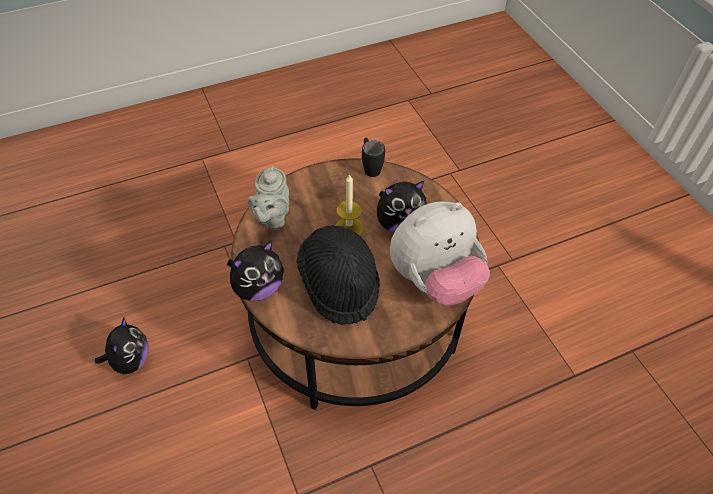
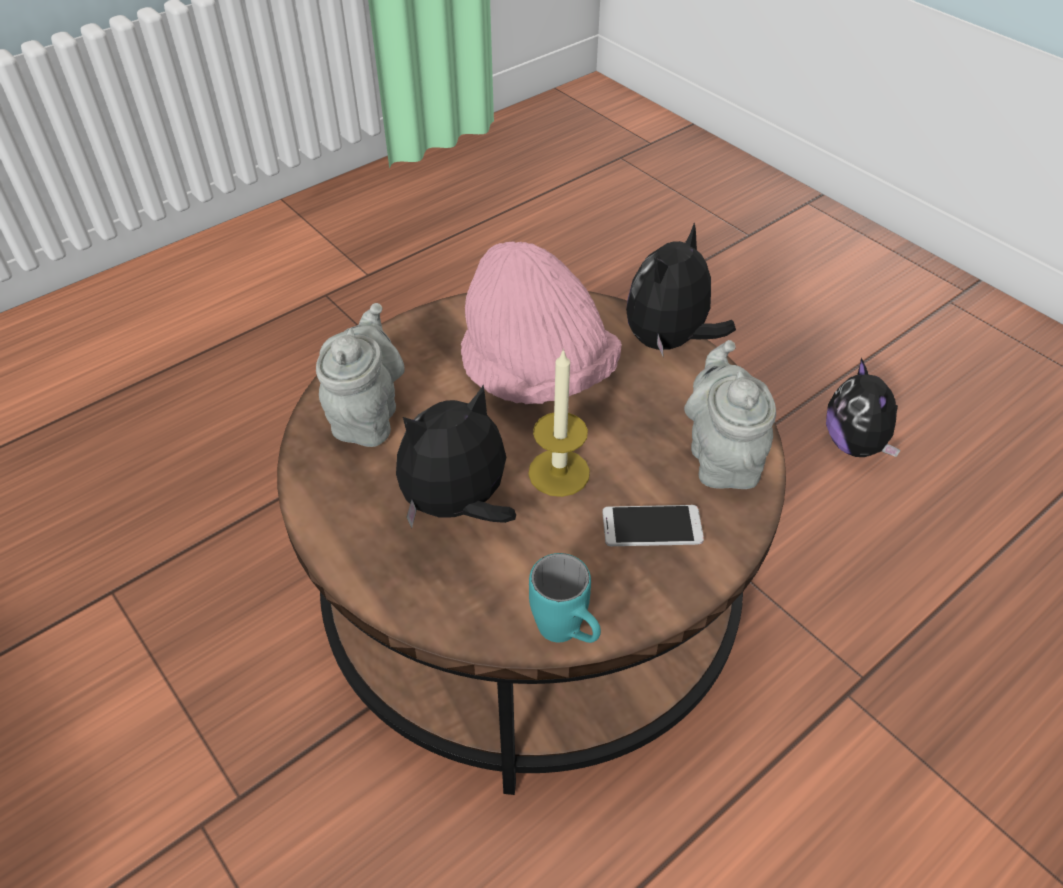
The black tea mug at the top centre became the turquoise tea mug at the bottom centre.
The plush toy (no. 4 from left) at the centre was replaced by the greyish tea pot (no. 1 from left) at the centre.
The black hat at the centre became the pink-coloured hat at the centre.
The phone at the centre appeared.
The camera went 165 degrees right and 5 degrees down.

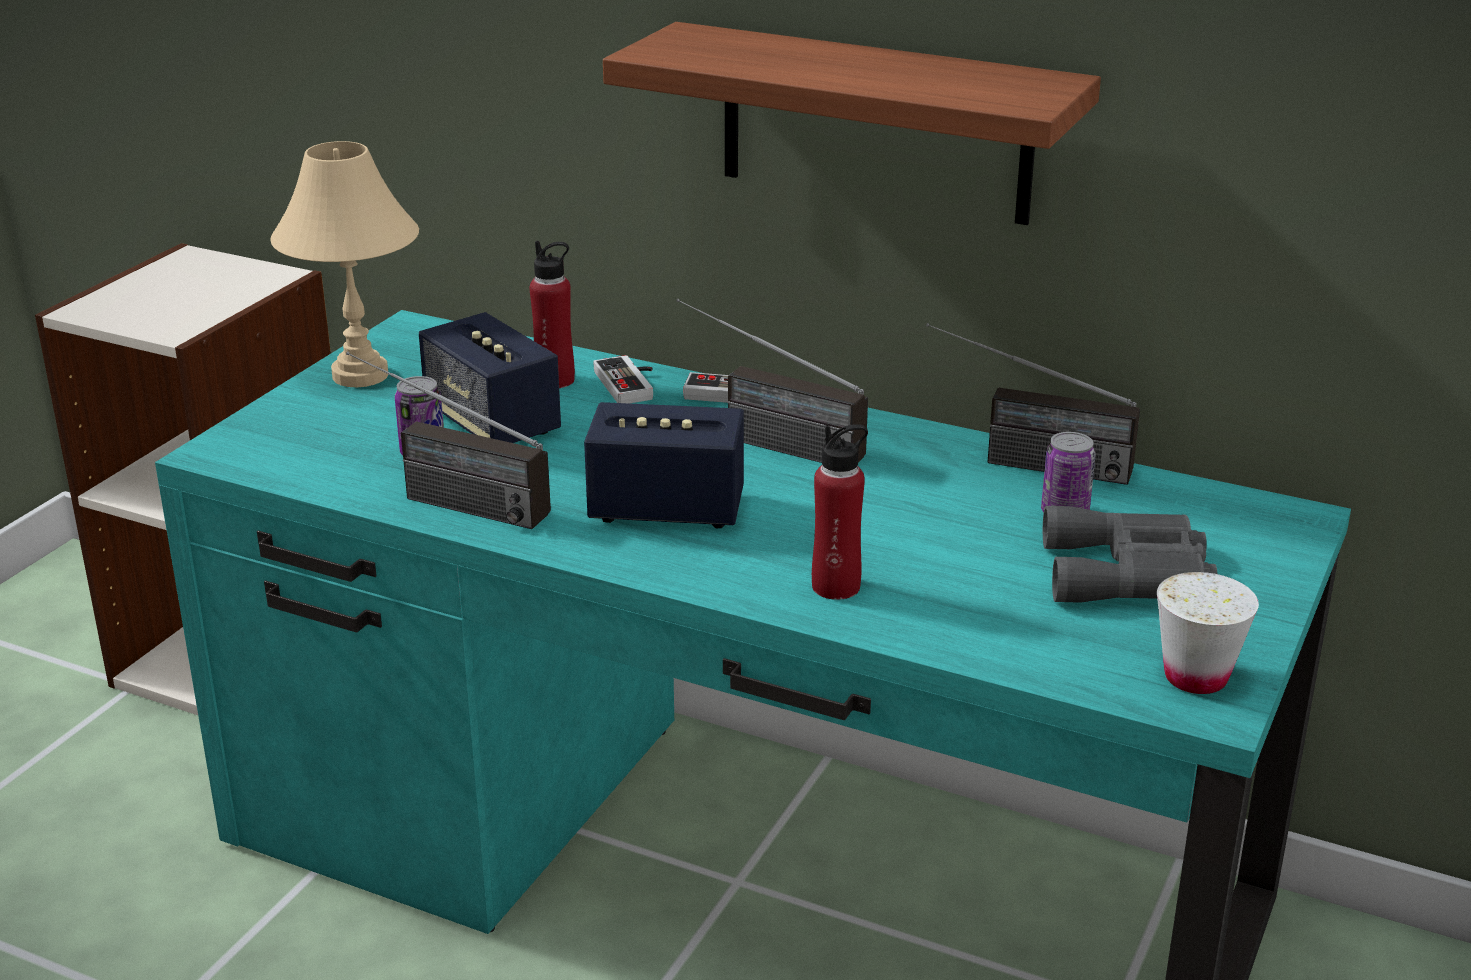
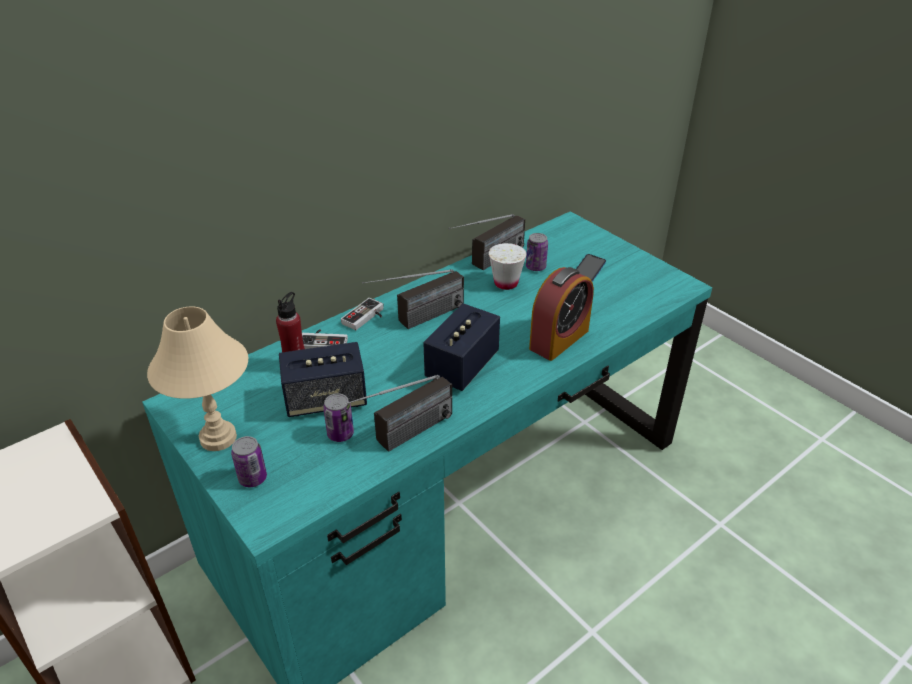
The bracket shelf at the top centre disappeared.
The red bottle (no. 2 from left) at the centre was replaced by the table clock at the centre.
The greyish field glasses at the middle right was replaced by the phone at the centre.
The whitish small cup moved from the middle right to the centre.
The sealed can (no. 1 from left) at the bottom left appeared.
The camera went 65 degrees left and 10 degrees up.

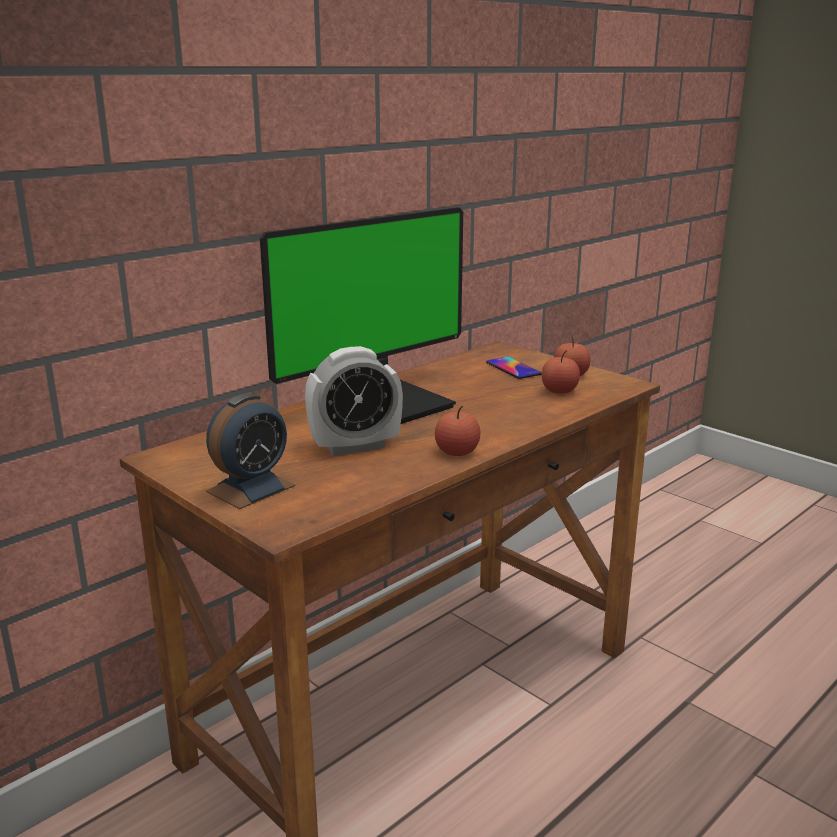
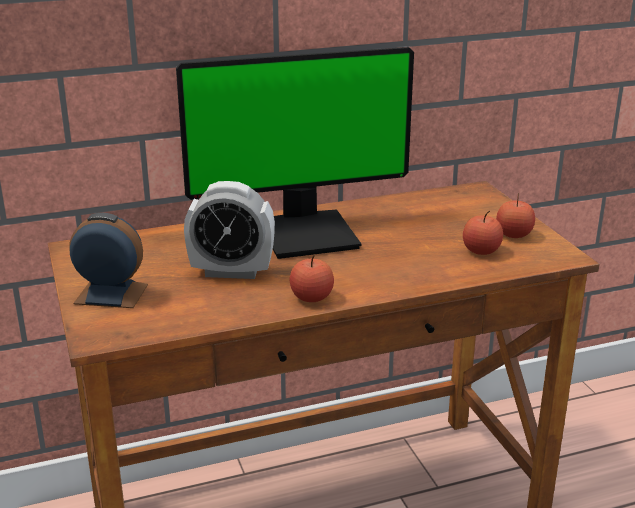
The phone at the centre disappeared.
The table clock (no. 1 from left) at the middle left turned 150 degrees counterclockwise.
The camera went 25 degrees right and 5 degrees up.

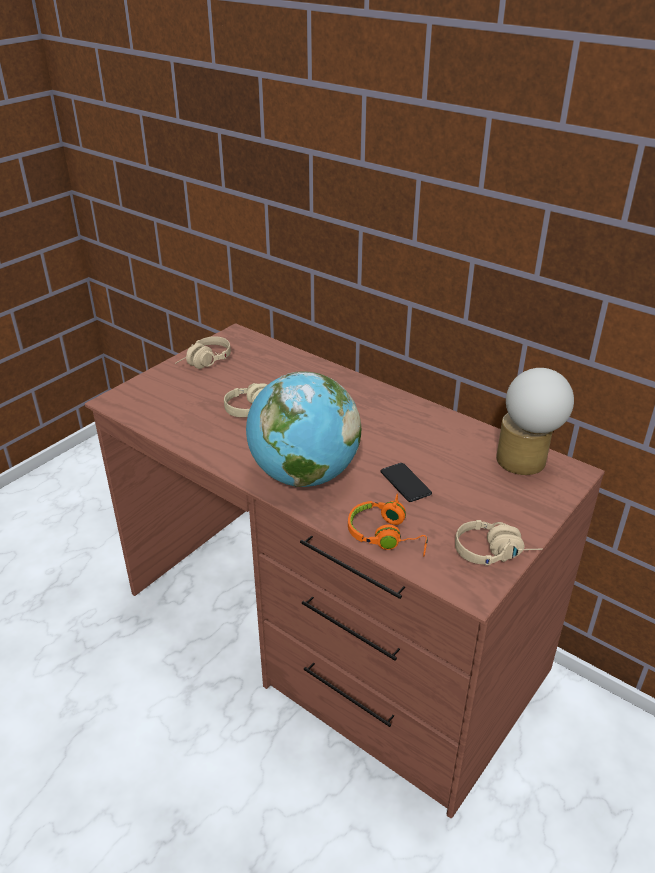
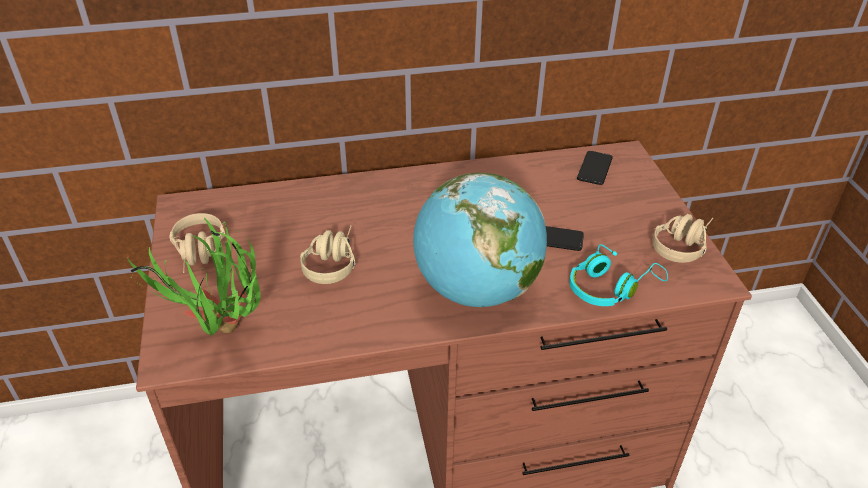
The table lamp at the middle right was replaced by the phone (no. 2 from left) at the middle right.
The orange headset at the centre became the turquoise headset at the middle right.
The plant in a pot at the middle left appeared.
The camera went 50 degrees left and 5 degrees up.

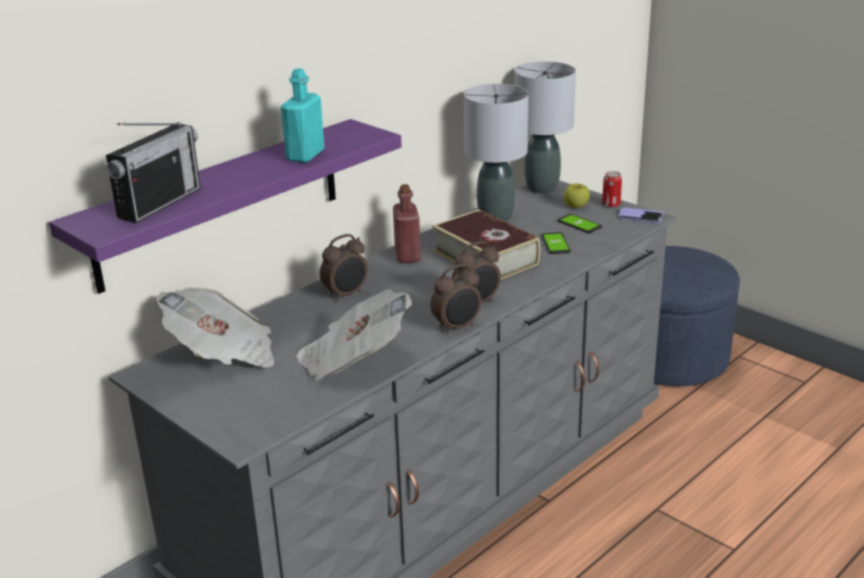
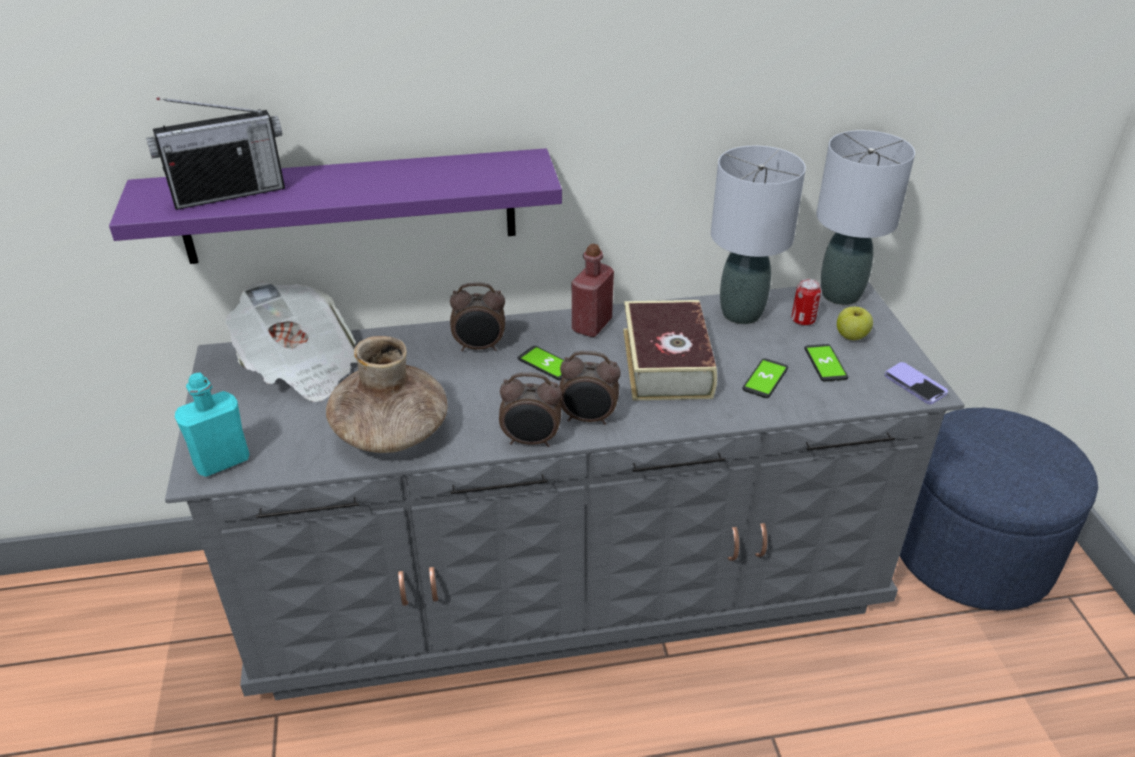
The turquoise bottle moved from the top centre to the middle left.
The sealed can moved from the top right to the middle right.
The printed paper (no. 2 from left) at the centre was replaced by the brownish vase at the centre.
The phone (no. 1 from left) at the centre appeared.
The camera went 35 degrees right and 10 degrees up.

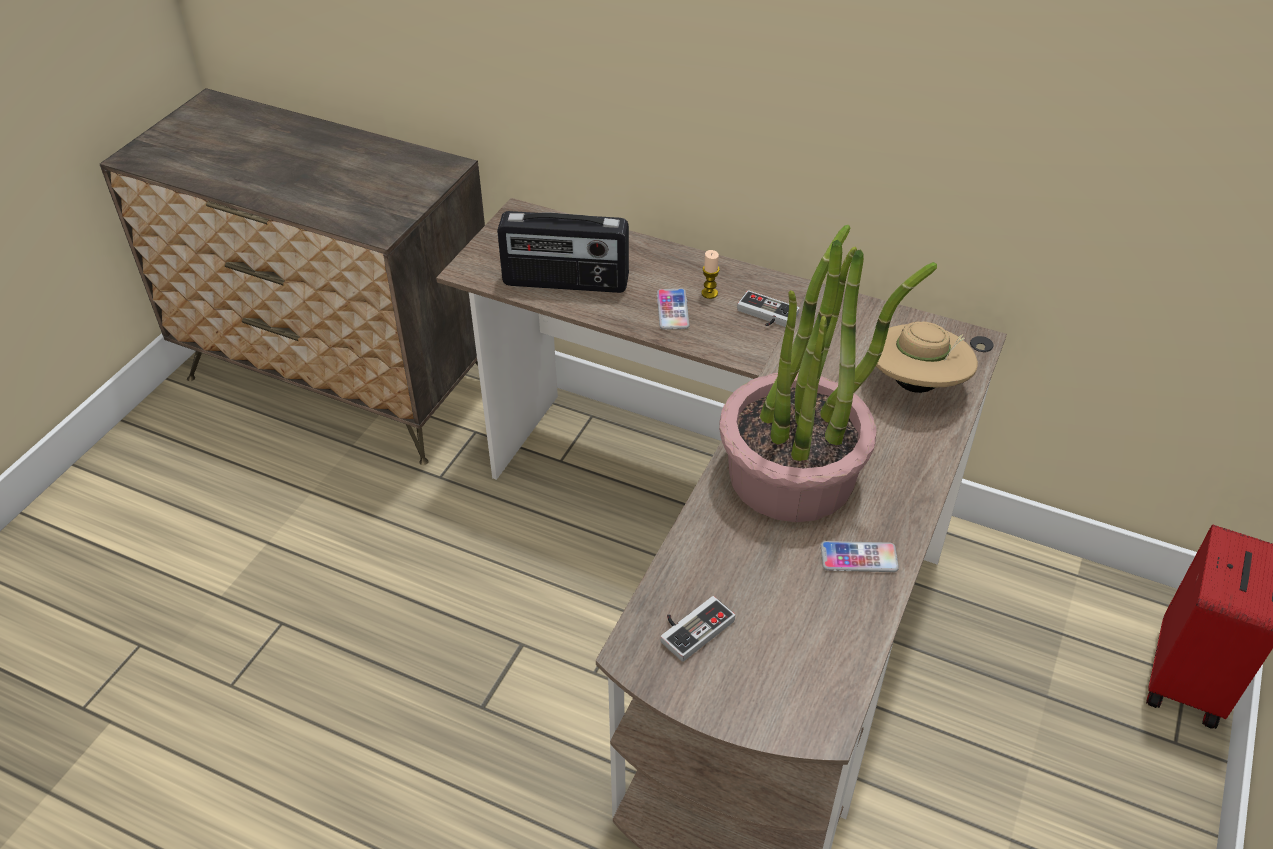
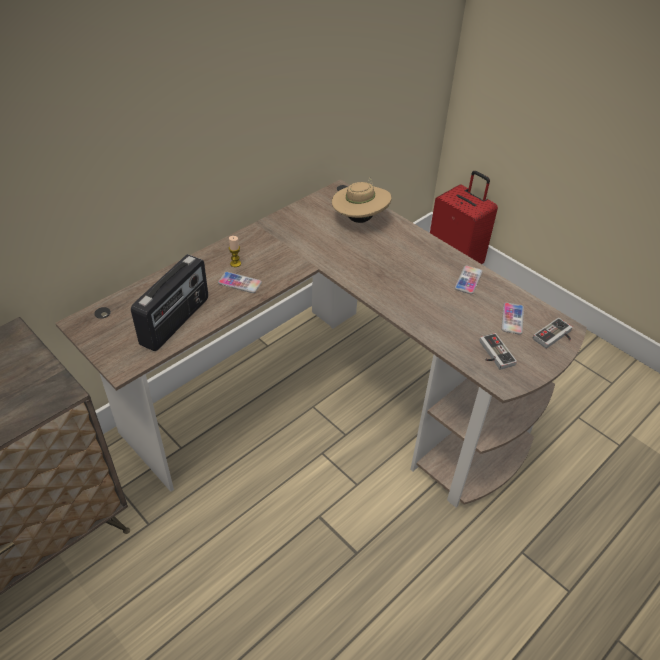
The plant in a pot at the centre disappeared.
The joypad (no. 2 from left) moved from the centre to the middle right.
The phone (no. 3 from left) at the middle right appeared.
The camera went 70 degrees left and 0 degrees up.

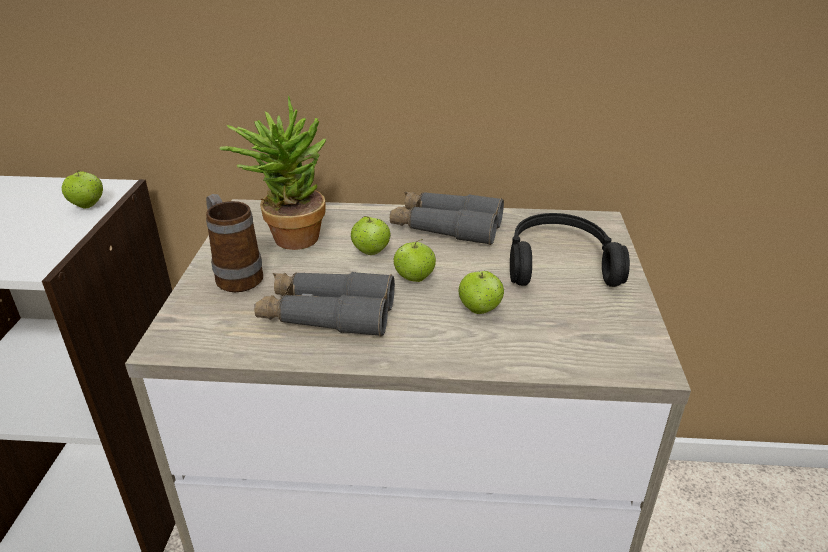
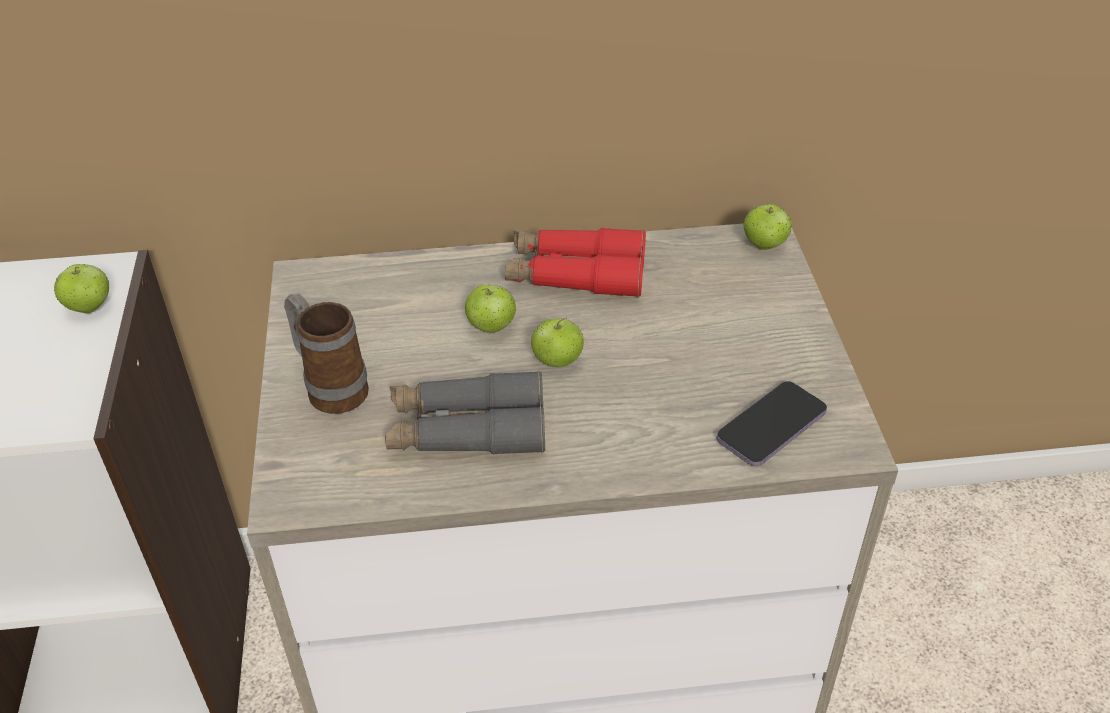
The plant in a pot at the top left disappeared.
The greyish field glasses (no. 2 from left) at the centre became the red field glasses at the centre.
The black headset at the middle right disappeared.
The apple fruit (no. 4 from left) moved from the centre to the top right.
The phone at the middle right appeared.
The camera went 10 degrees left and 10 degrees up.

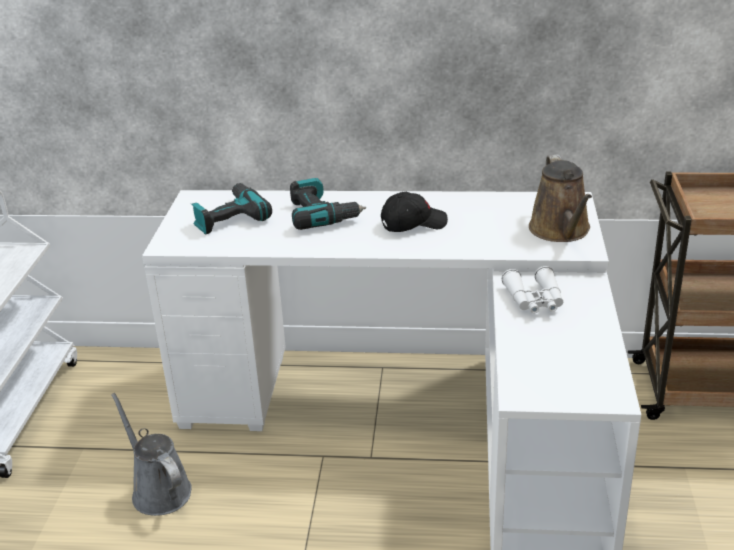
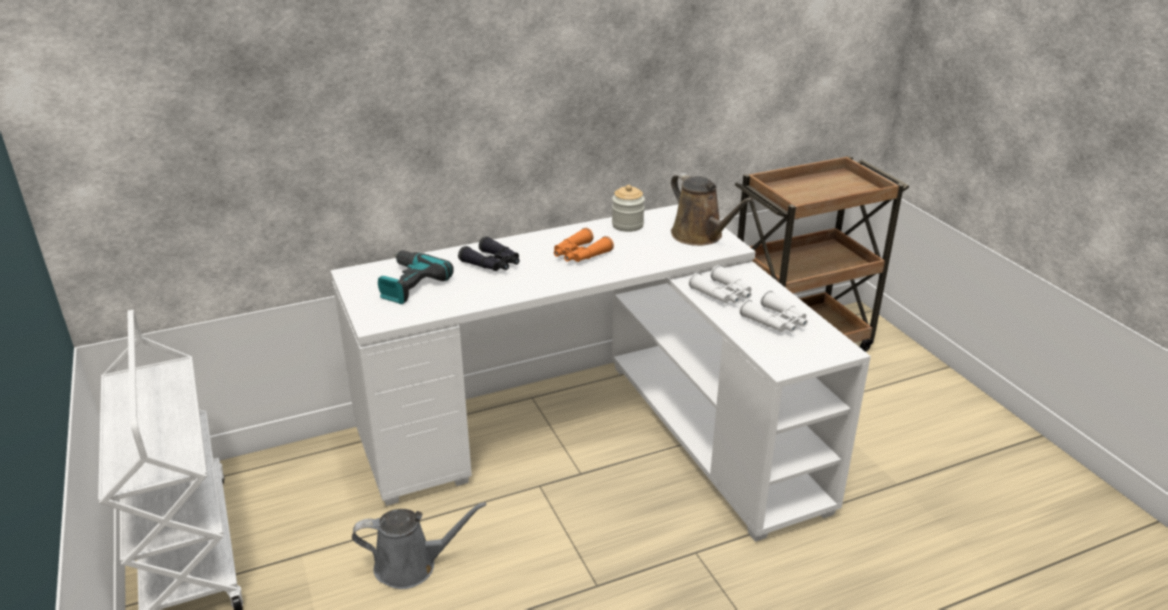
The drill (no. 2 from left) at the centre was replaced by the black field glasses at the centre.
The black cap at the centre was replaced by the orange field glasses at the centre.
The greyish watering can at the bottom left turned 150 degrees clockwise.
The jar at the centre appeared.
The whitish field glasses (no. 2 from left) at the centre appeared.
The camera went 30 degrees left and 0 degrees up.

